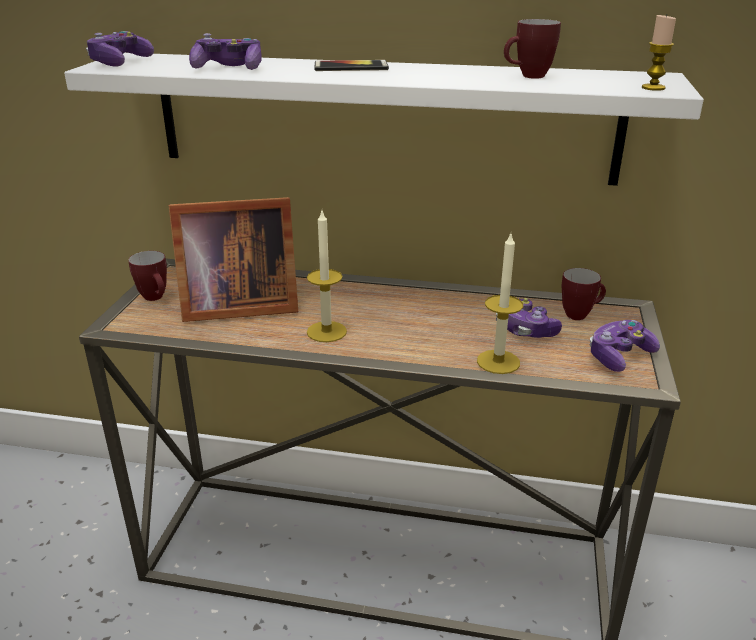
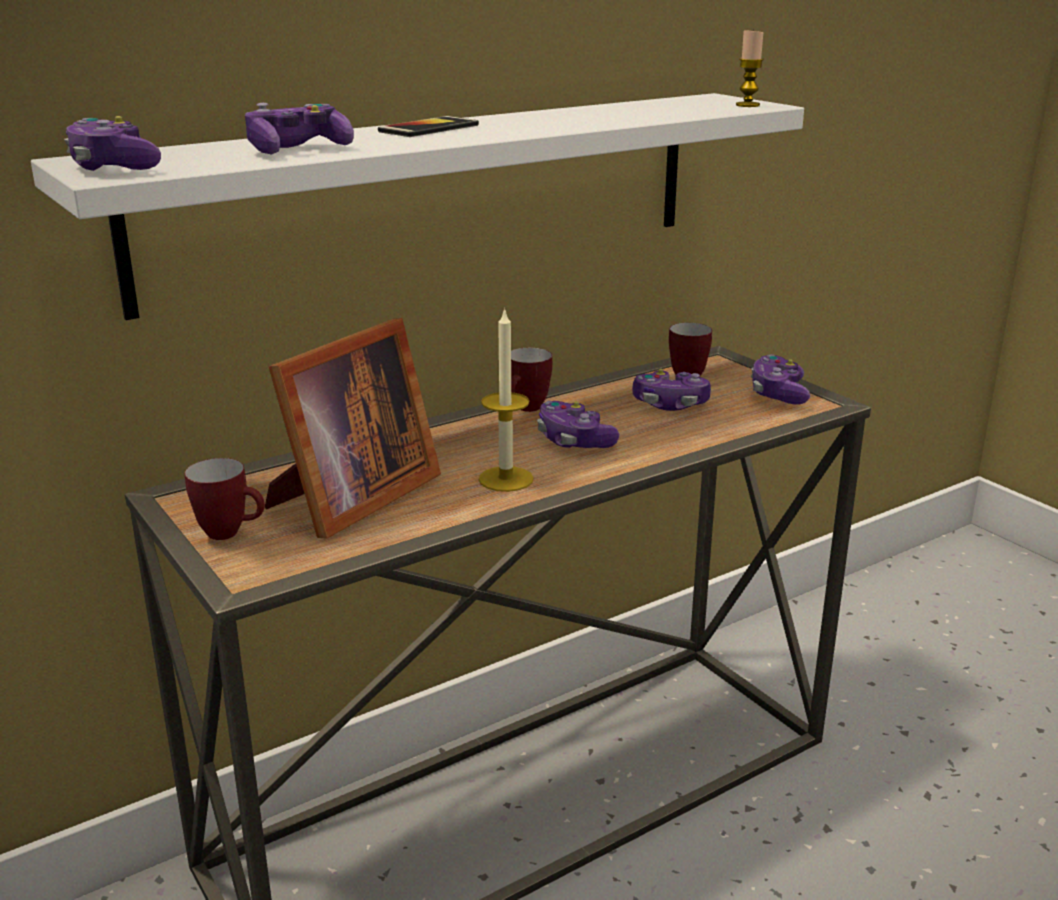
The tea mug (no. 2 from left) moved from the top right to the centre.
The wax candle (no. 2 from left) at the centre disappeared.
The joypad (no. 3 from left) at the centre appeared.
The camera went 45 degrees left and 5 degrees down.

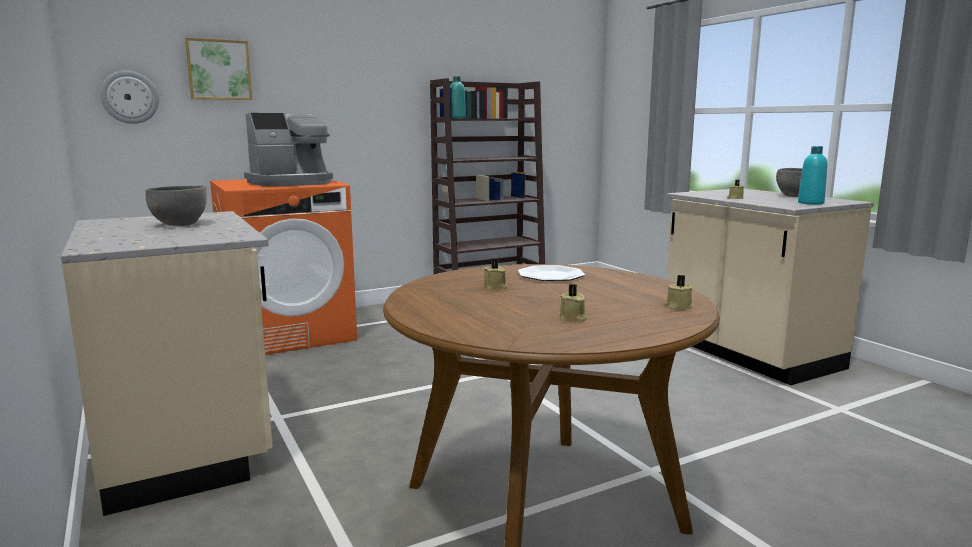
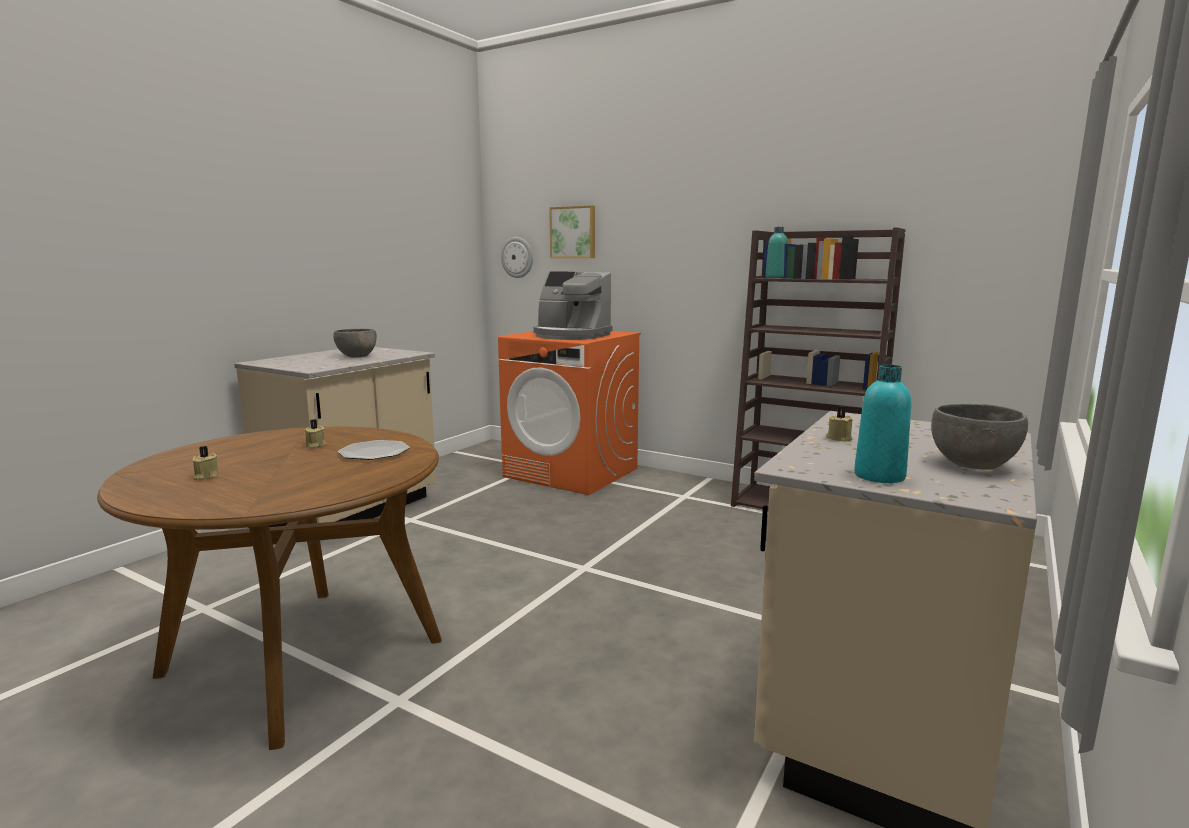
The beige-coloured wax candle (no. 3 from left) at the middle right disappeared.
The camera went 60 degrees right and 0 degrees up.

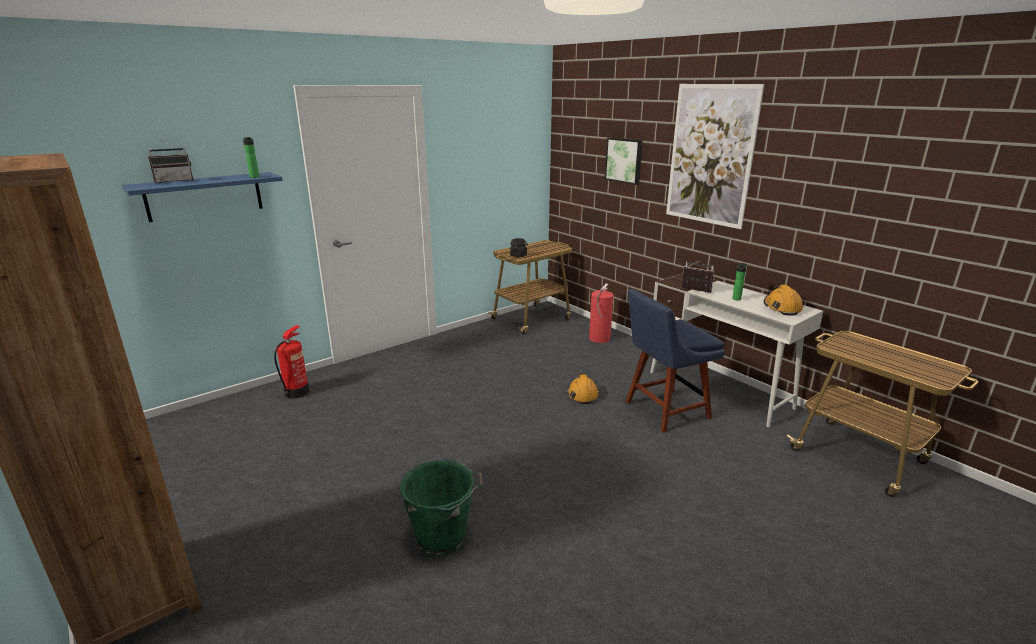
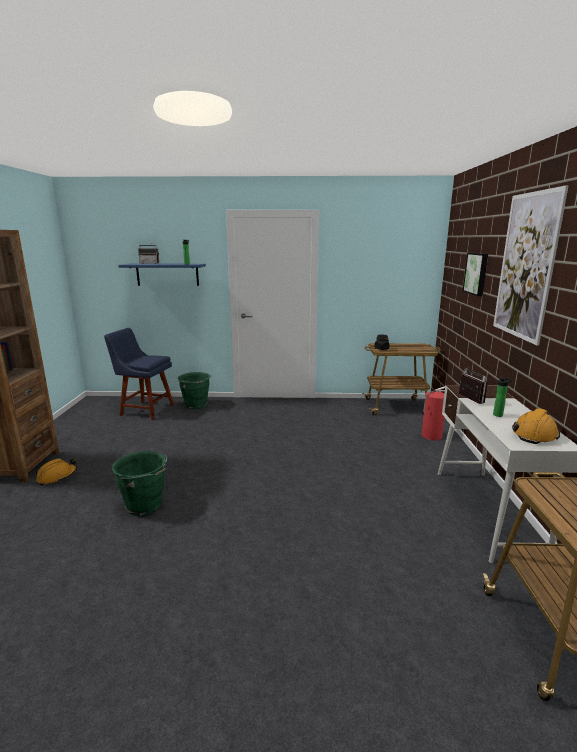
The blue-coloured plain chair moved from the centre to the middle left.
The fire-fighting cylinder (no. 1 from left) at the middle left was replaced by the greenish bucket (no. 2 from left) at the centre.
The orange safety helmet (no. 1 from left) moved from the centre to the middle left.
The camera went 40 degrees right and 5 degrees down.

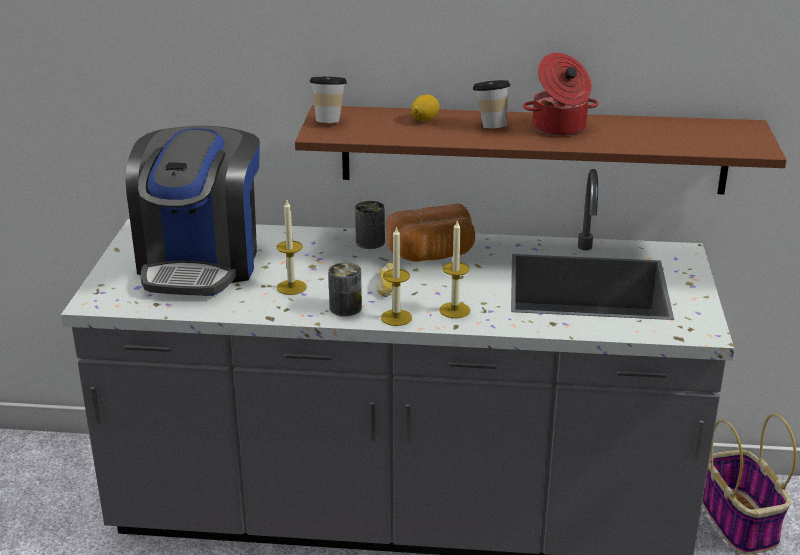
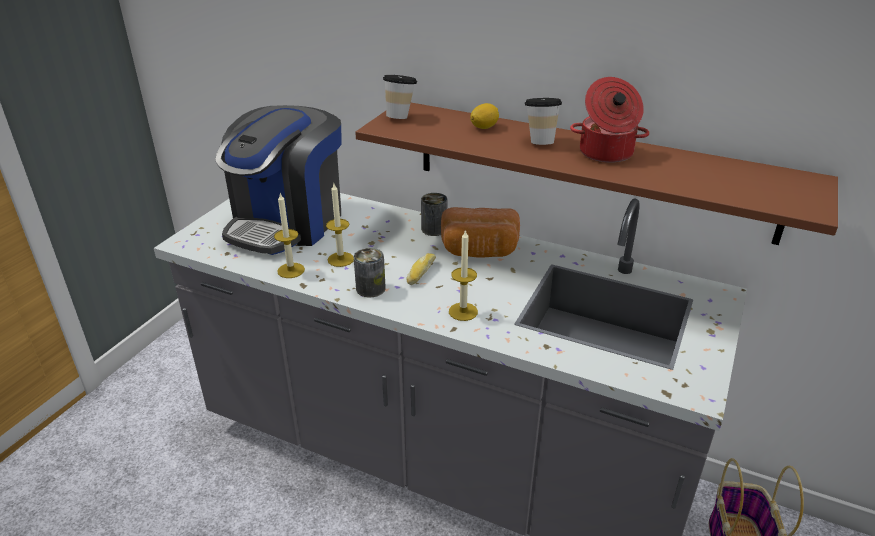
The wax candle (no. 2 from left in the first image) moved from the centre to the middle left.
The camera went 20 degrees right and 5 degrees up.

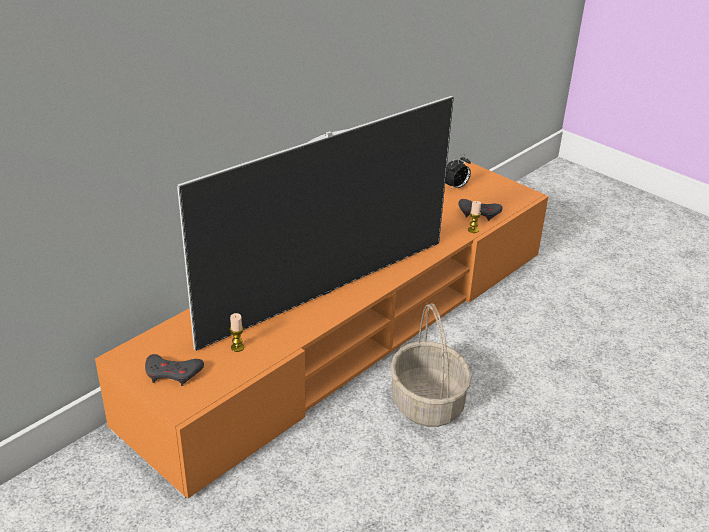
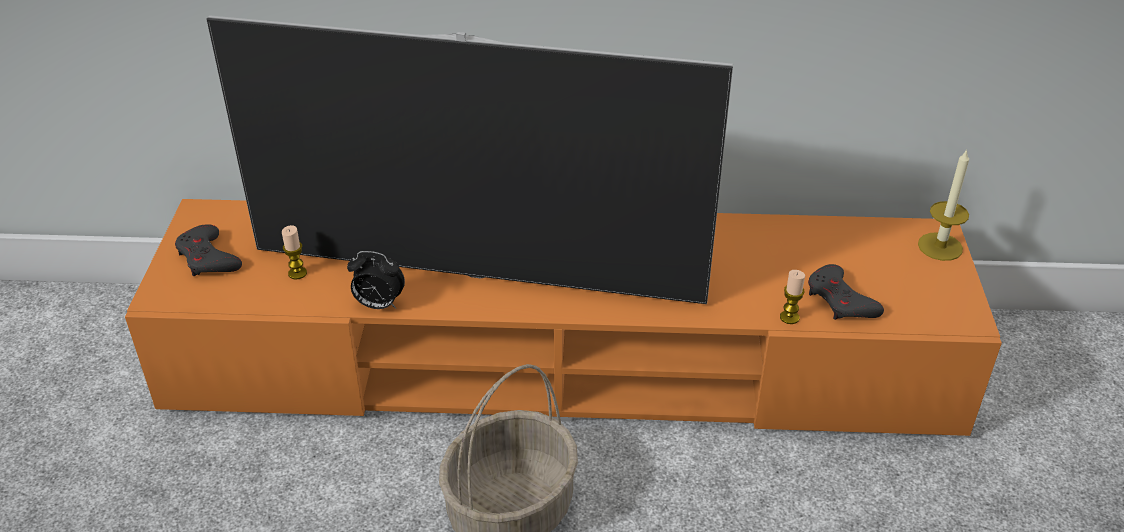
The table clock moved from the top centre to the centre.
The wax candle (no. 3 from left) at the middle right appeared.
The camera went 50 degrees right and 5 degrees up.

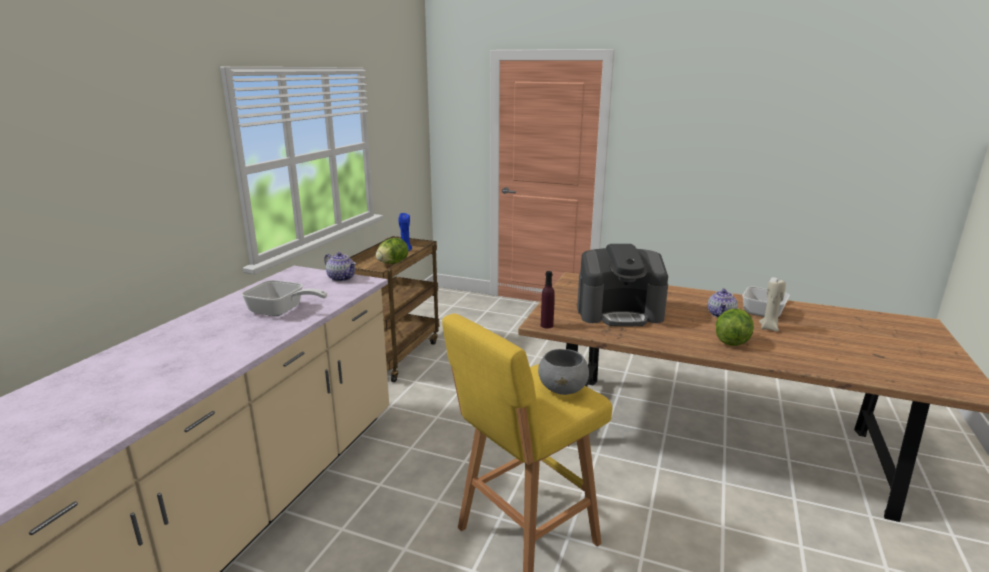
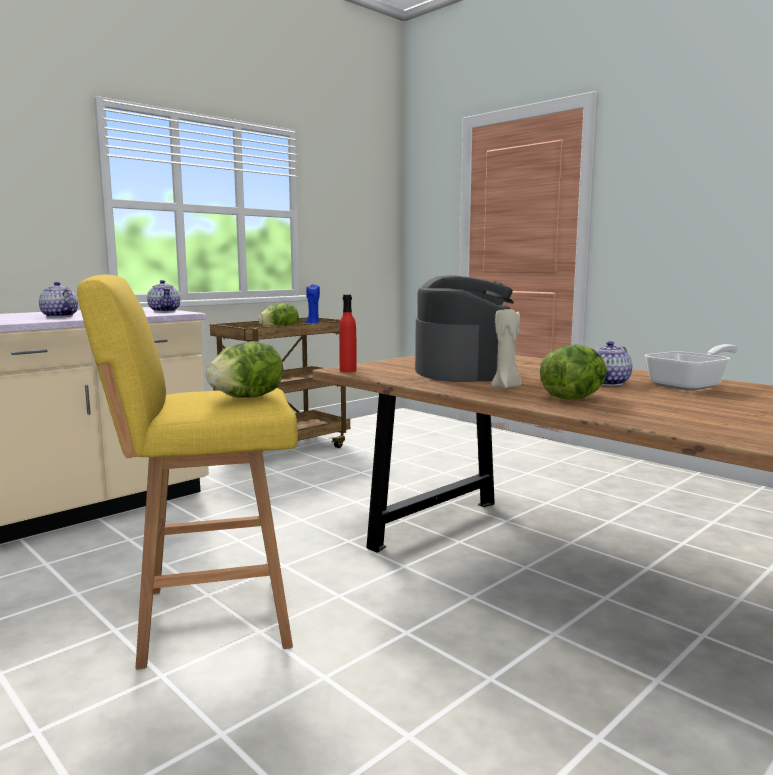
The coffee machine at the centre turned 120 degrees counterclockwise.
The purple bottle at the centre became the red bottle at the centre.
The pan (no. 1 from left) at the middle left was replaced by the tea pot (no. 1 from left) at the middle left.
The beige-coloured wax candle moved from the middle right to the centre.
The greyish bowl at the centre was replaced by the lettuce head (no. 1 from left) at the middle left.
The camera went 25 degrees right and 10 degrees down.

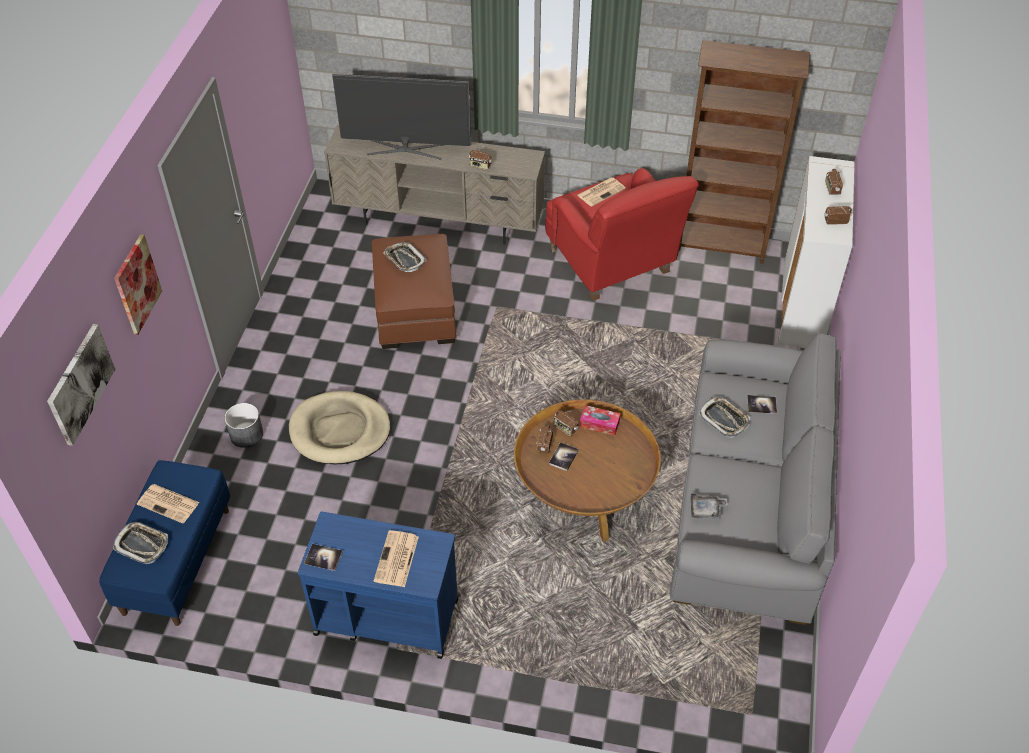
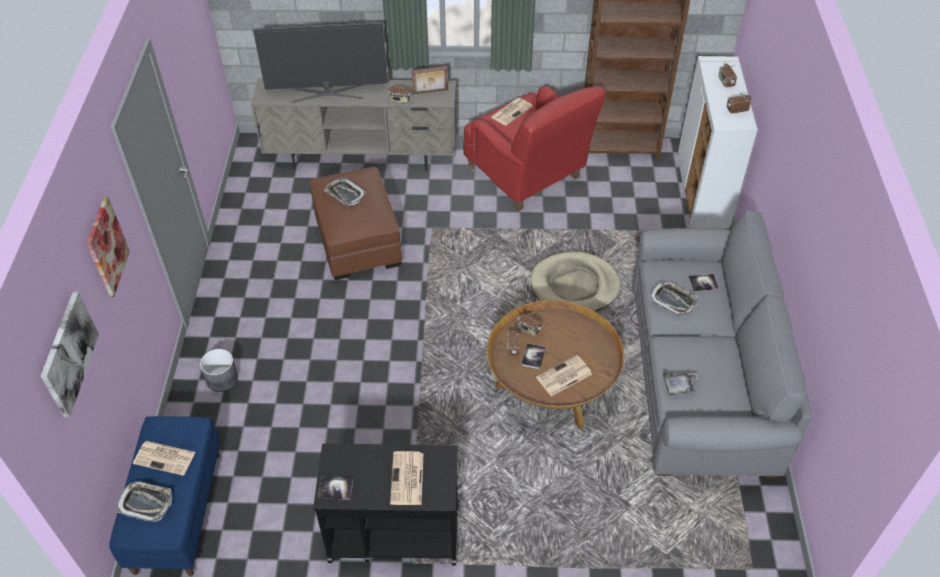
The beige-coloured dog bed moved from the middle left to the centre.
The tissue holder at the centre disappeared.
The blue-coloured wheeled cart at the bottom centre became the black wheeled cart at the bottom centre.
The picture frame at the top centre appeared.
The printed paper (no. 4 from left) at the centre appeared.
The camera went 10 degrees left and 0 degrees up.

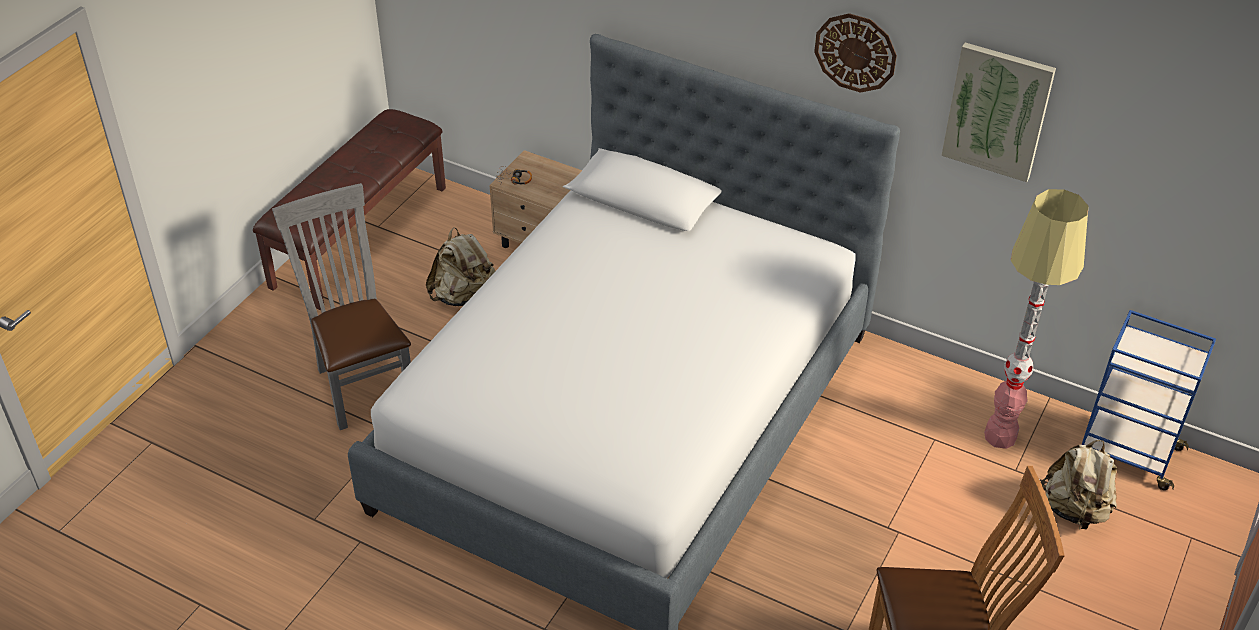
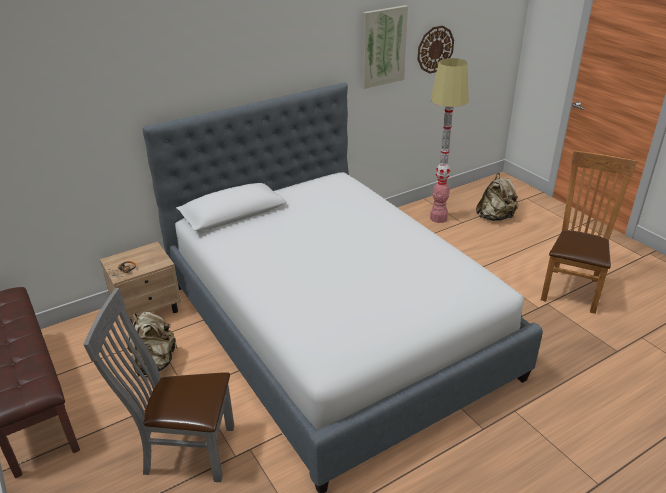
The clock on the wall moved from the top right to the top centre.
The blue-coloured wheeled cart at the middle right disappeared.
The camera went 60 degrees left and 10 degrees down.

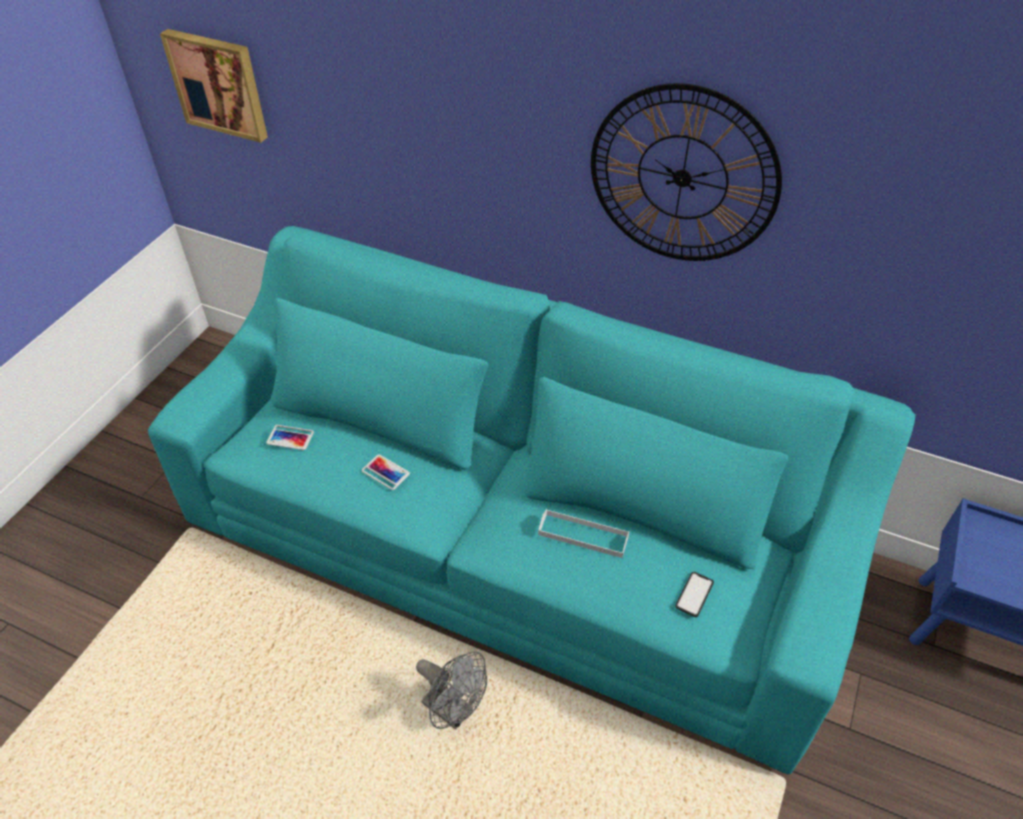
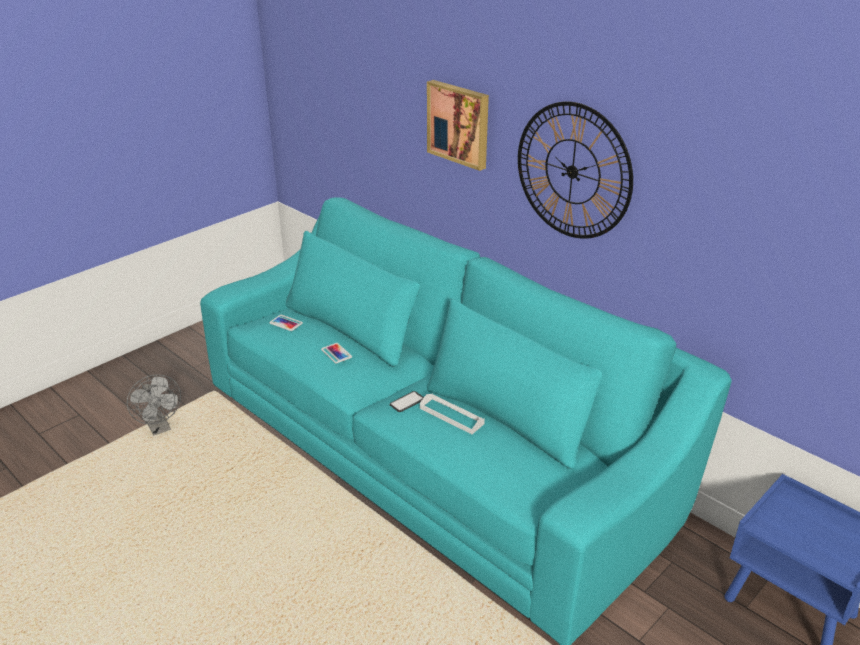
The picture moved from the top left to the top centre.
The phone (no. 3 from left) moved from the bottom right to the centre.
The greyish electric fan moved from the bottom centre to the middle left.
The camera went 20 degrees right and 15 degrees down.

